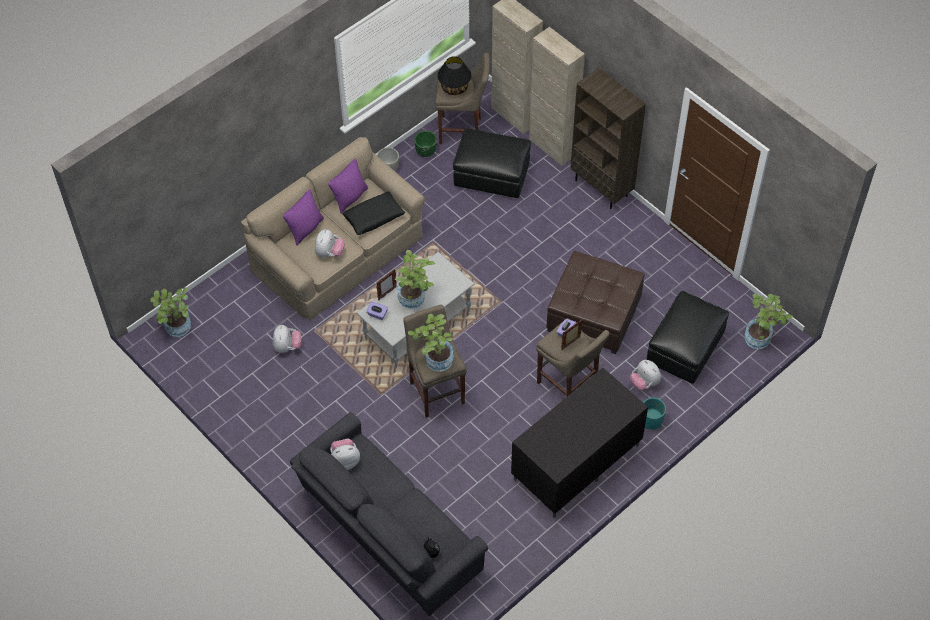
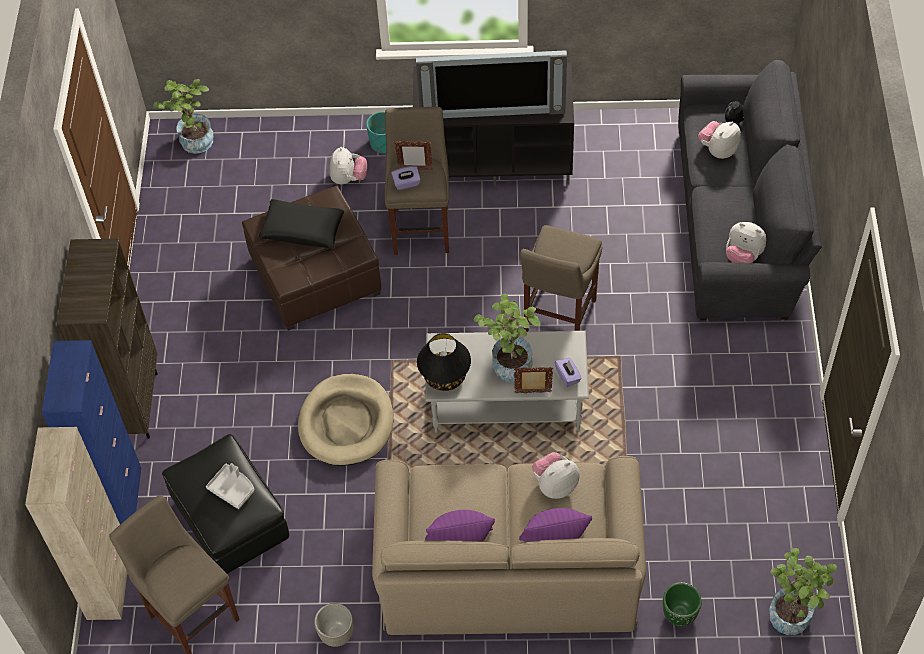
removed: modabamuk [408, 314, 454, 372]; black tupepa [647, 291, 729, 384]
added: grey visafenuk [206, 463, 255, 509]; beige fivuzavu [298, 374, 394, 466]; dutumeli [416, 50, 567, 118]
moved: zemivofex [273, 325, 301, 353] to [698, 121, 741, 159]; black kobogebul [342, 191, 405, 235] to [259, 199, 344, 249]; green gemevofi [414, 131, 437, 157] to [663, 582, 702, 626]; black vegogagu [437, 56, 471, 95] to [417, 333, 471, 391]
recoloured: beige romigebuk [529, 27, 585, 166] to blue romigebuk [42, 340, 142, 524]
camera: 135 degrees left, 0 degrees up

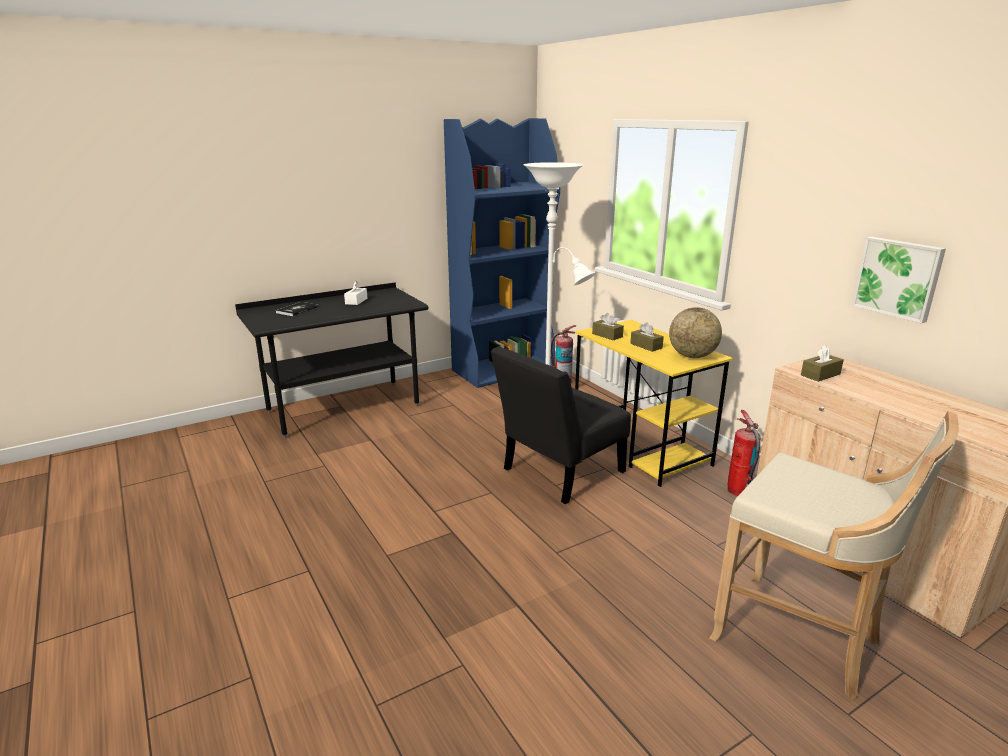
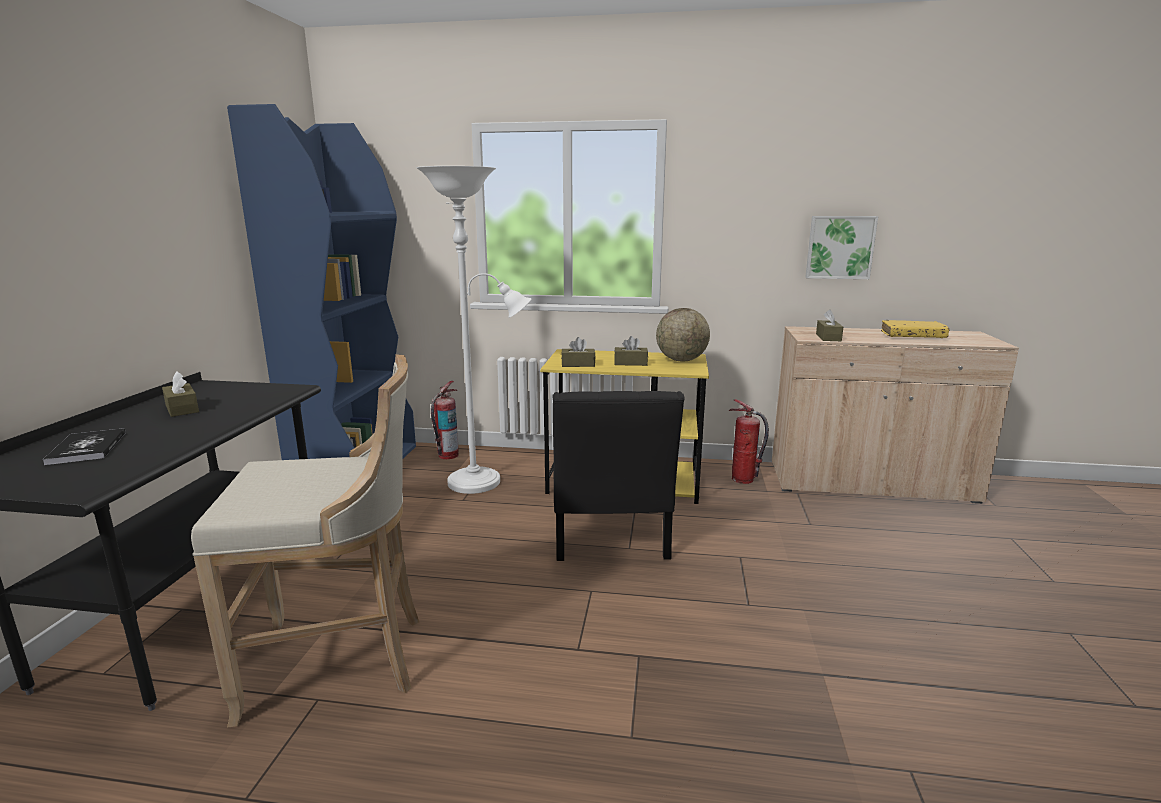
added: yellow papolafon [881, 320, 950, 338]
moved: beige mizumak [709, 411, 959, 700] to [191, 354, 419, 728]
recoloured: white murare [344, 281, 367, 305] to brown murare [162, 371, 199, 417]
camera: 50 degrees left, 5 degrees down

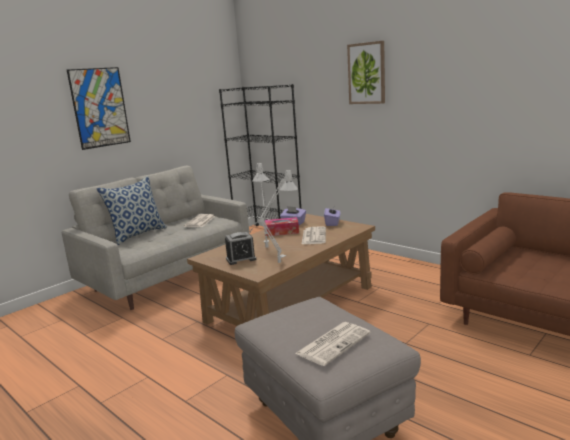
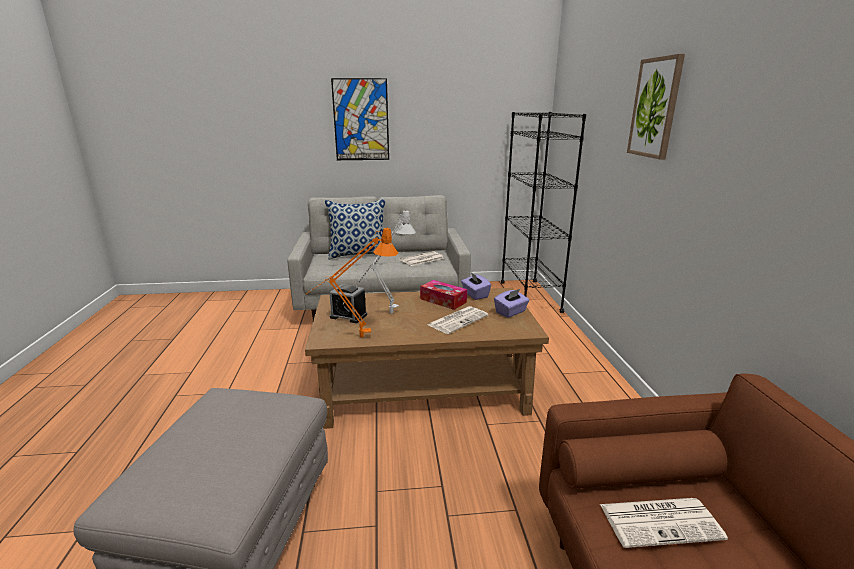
moved: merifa [295, 322, 371, 366] to [600, 498, 728, 548]
recoloured: grey vegogagu [247, 170, 298, 263] to orange vegogagu [306, 228, 398, 338]
camera: 40 degrees right, 5 degrees up

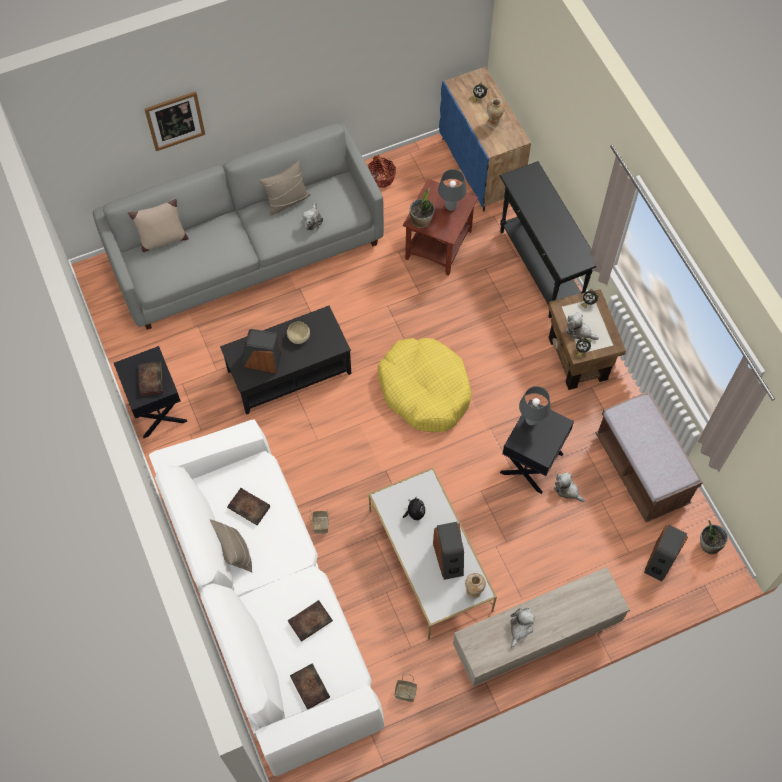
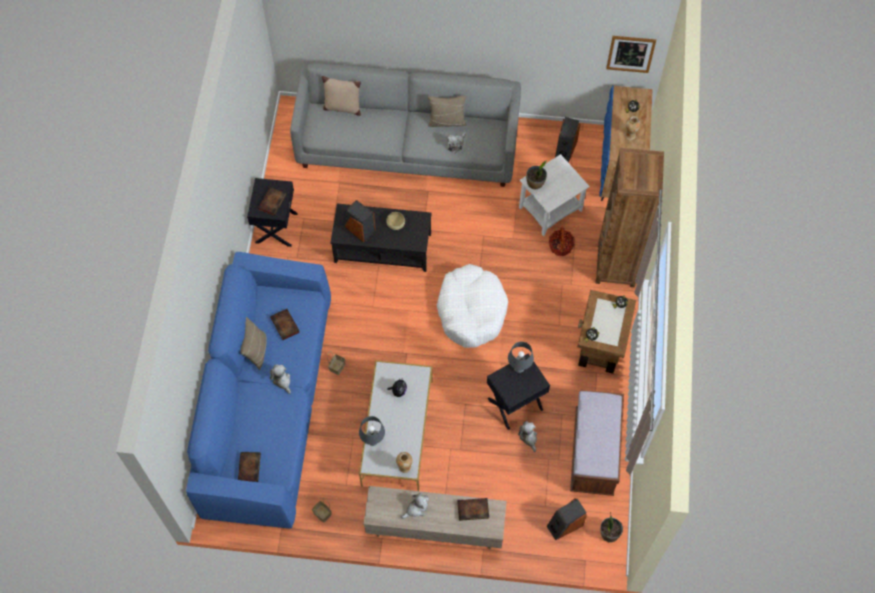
moved: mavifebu [145, 91, 205, 151] to [606, 36, 656, 73]; papolafon [288, 600, 333, 642] to [457, 498, 489, 521]; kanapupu [368, 155, 396, 188] to [549, 227, 575, 256]; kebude [433, 522, 464, 580] to [555, 117, 581, 163]; grey vegogagu [438, 169, 467, 211] to [359, 416, 385, 446]; zemivofex [566, 312, 599, 340] to [270, 364, 291, 394]
replaced: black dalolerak [500, 161, 596, 318] to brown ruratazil [595, 148, 664, 287]
recoloured: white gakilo [149, 419, 384, 776] to blue gakilo [186, 252, 331, 528]; yellow fivuzavu [378, 338, 472, 432] to white fivuzavu [437, 264, 508, 348]; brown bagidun [403, 179, 478, 276] to white bagidun [519, 154, 590, 236]
camera: 30 degrees right, 0 degrees up

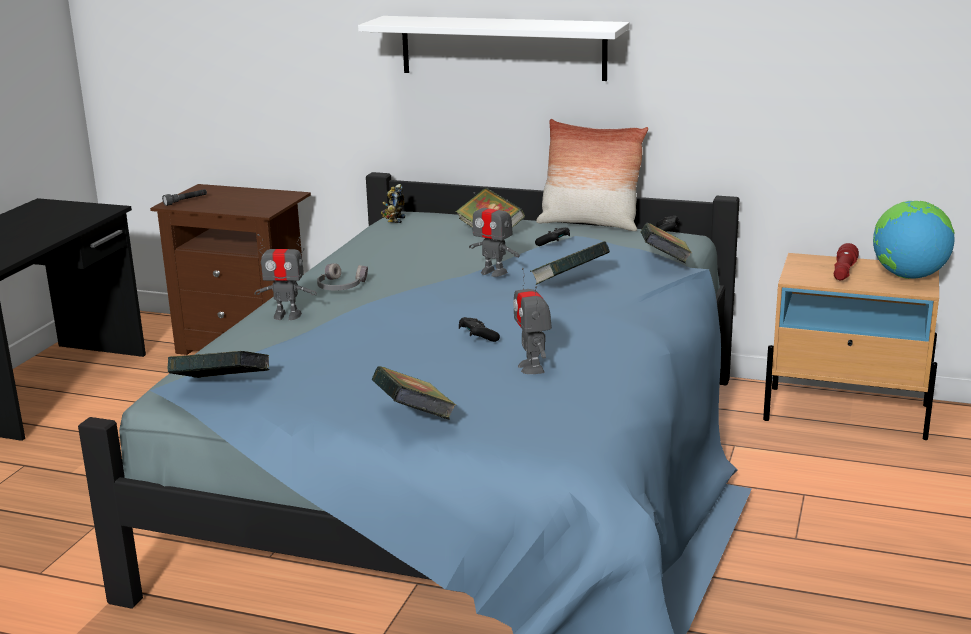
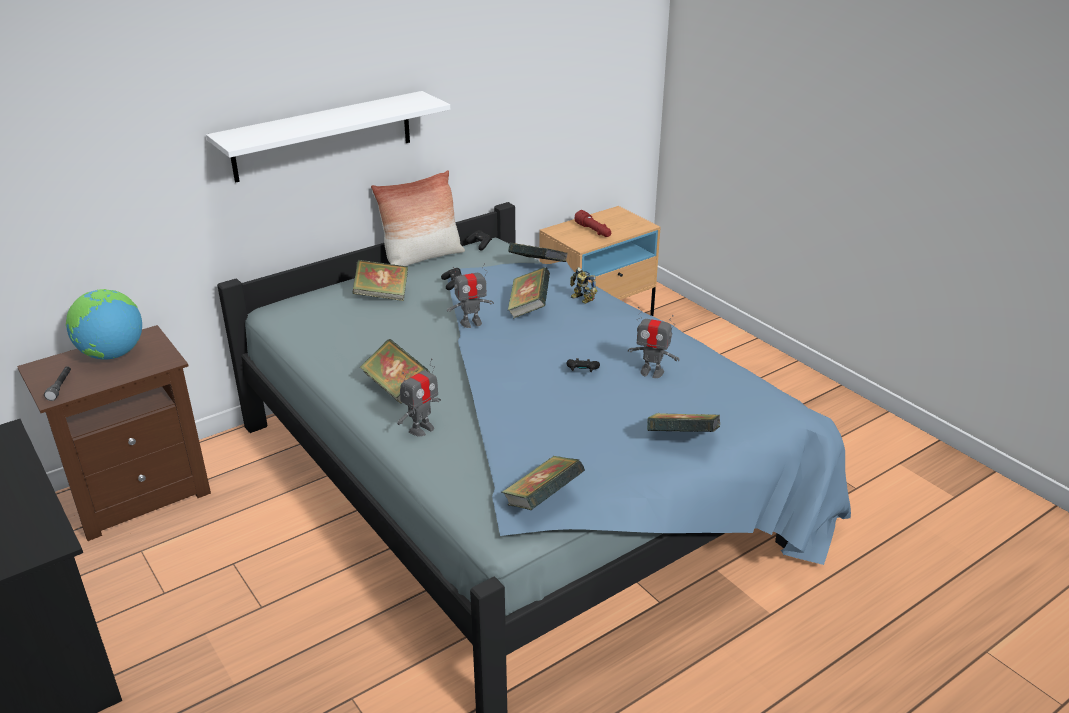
moved: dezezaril [381, 184, 405, 223] to [570, 267, 597, 304]; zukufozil [873, 201, 955, 279] to [66, 289, 142, 360]
replaced: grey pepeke [317, 263, 368, 291] to papolafon [359, 339, 429, 404]
camera: 55 degrees left, 10 degrees up

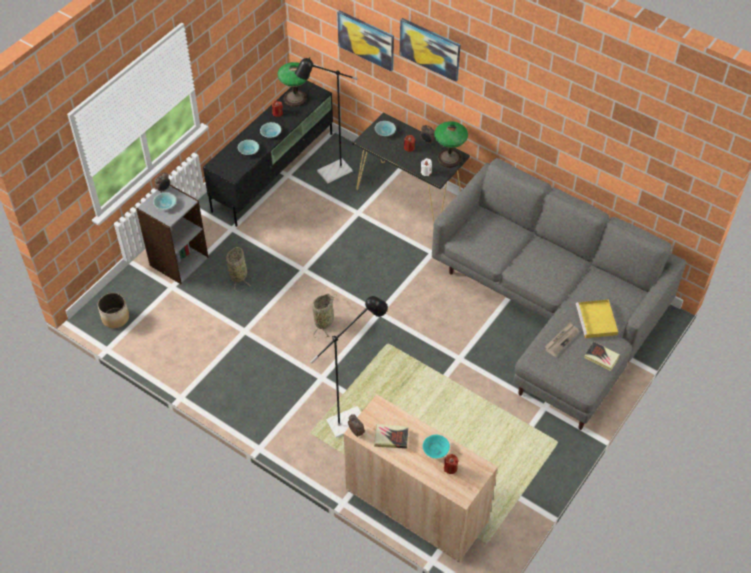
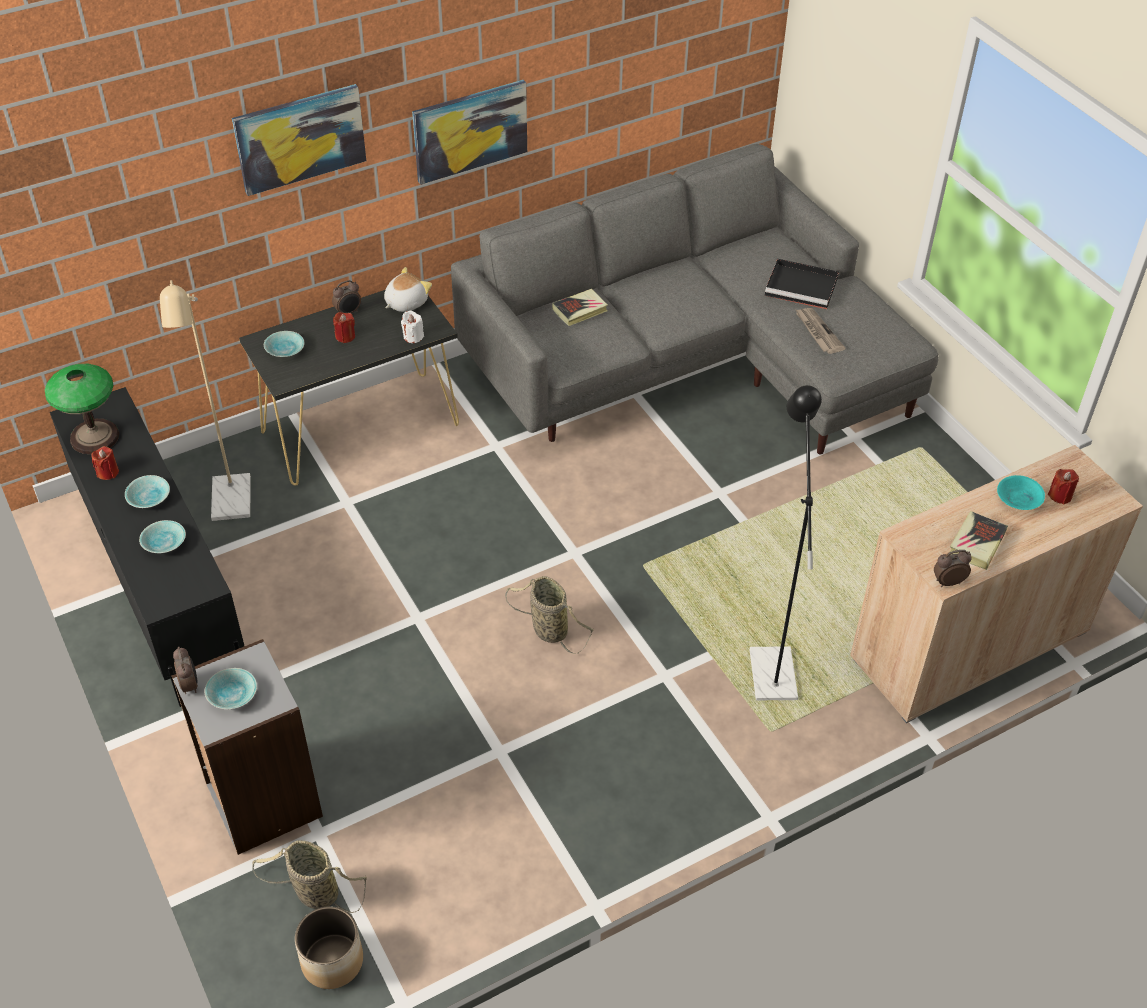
moved: kanapupu [226, 246, 251, 291] to [252, 840, 367, 913]; mavifebu [337, 10, 394, 72] to [412, 80, 527, 185]; papolafon [584, 341, 620, 371] to [552, 289, 608, 326]
replaced: vegogagu [434, 121, 468, 168] to zemivofex [384, 267, 432, 312]
recoloured: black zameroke [295, 57, 358, 183] to beige zameroke [160, 280, 251, 521]; yellow visafenuk [576, 299, 618, 338] to black visafenuk [765, 259, 839, 309]
camera: 65 degrees left, 5 degrees down

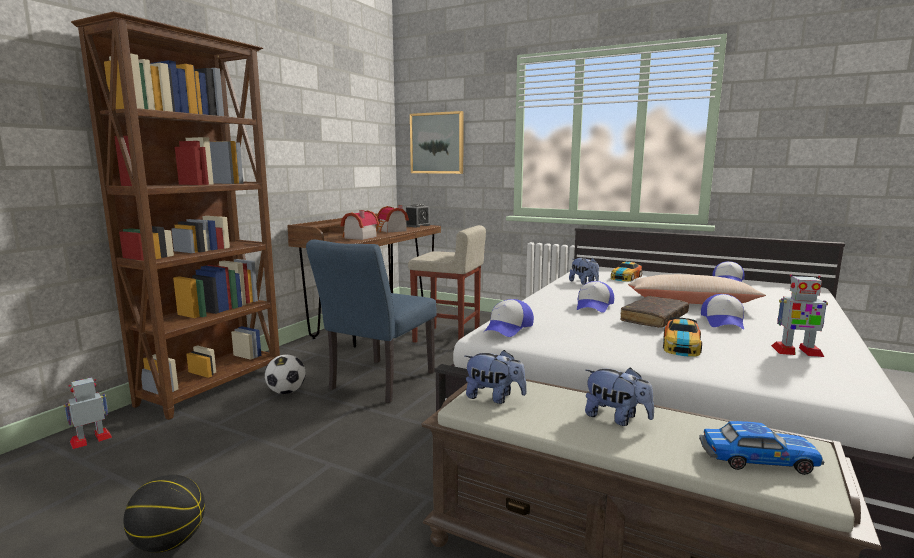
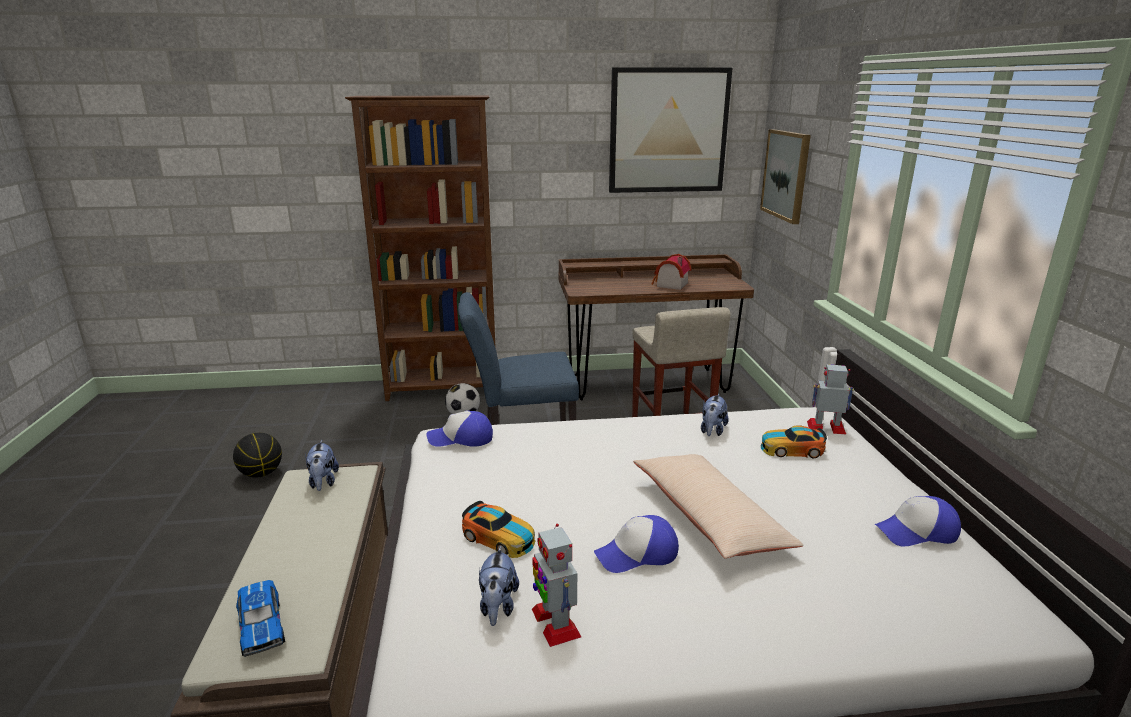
removed: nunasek [340, 210, 379, 240]; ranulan [406, 204, 430, 227]; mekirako [577, 281, 614, 313]; brown papolafon [620, 296, 689, 328]
added: mavifebu [609, 67, 732, 193]
moved: dezezaril [64, 377, 112, 449] to [807, 364, 854, 435]; zemivofex [585, 367, 654, 426] to [479, 546, 519, 626]
turned: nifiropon [663, 317, 702, 356] = [462, 501, 535, 558] 135 degrees counterclockwise
camera: 55 degrees right, 10 degrees up

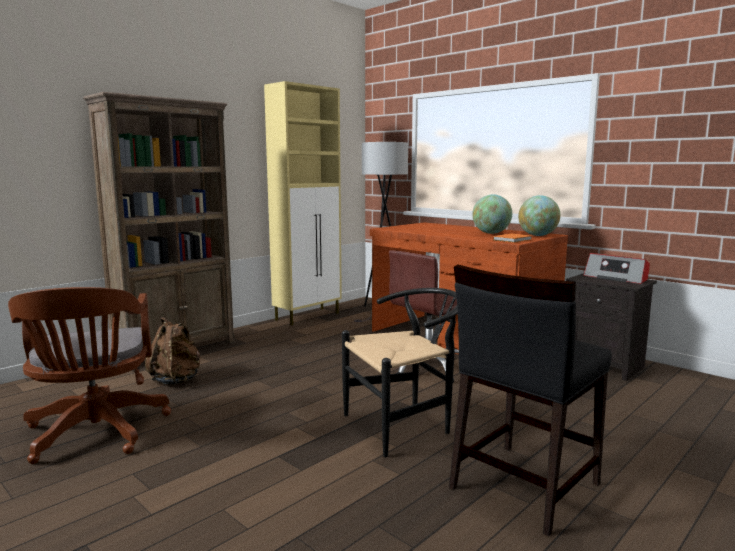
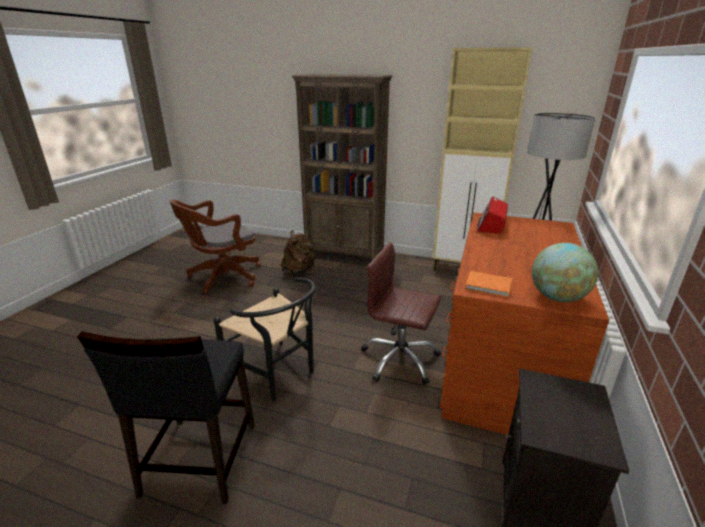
removed: zukufozil [472, 194, 512, 234]
moved: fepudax [584, 253, 650, 284] to [477, 196, 508, 234]
turned: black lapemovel [449, 265, 612, 536] = [77, 331, 255, 504] 105 degrees counterclockwise
camera: 65 degrees right, 15 degrees up

